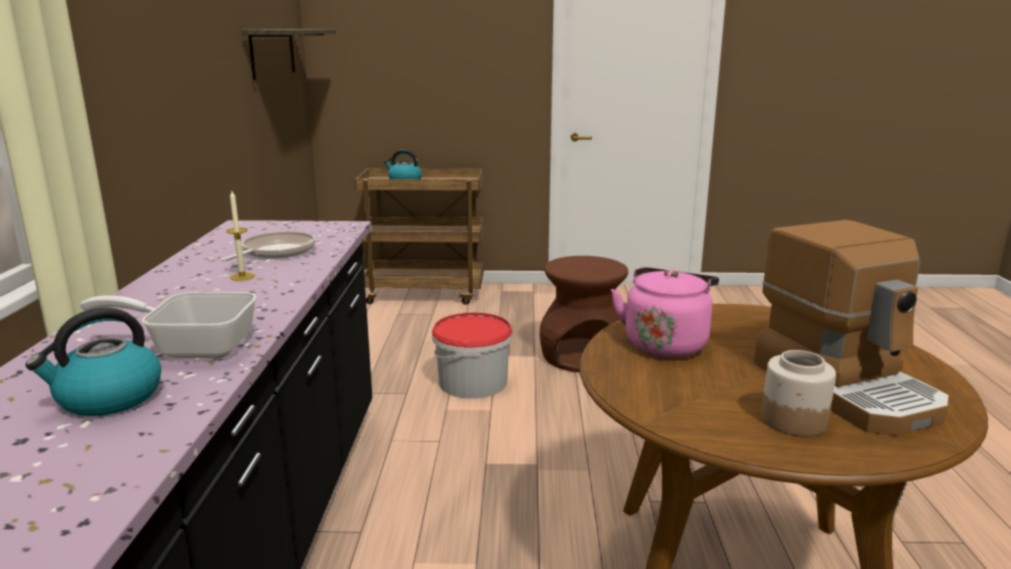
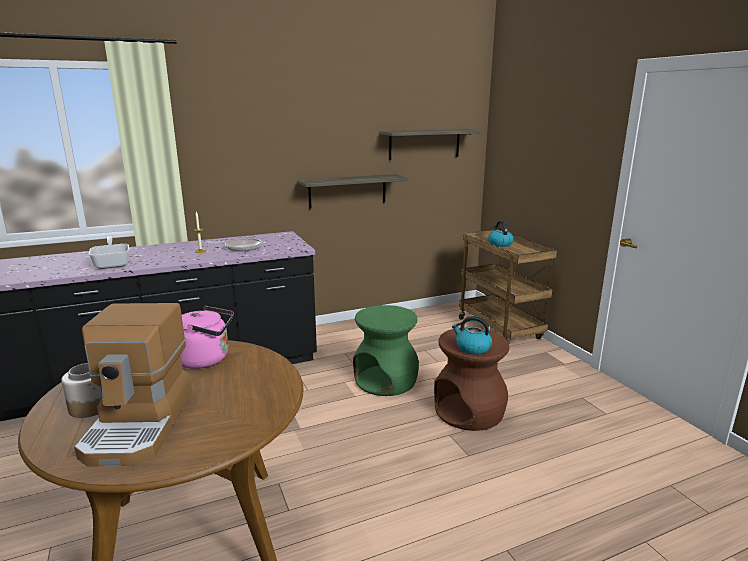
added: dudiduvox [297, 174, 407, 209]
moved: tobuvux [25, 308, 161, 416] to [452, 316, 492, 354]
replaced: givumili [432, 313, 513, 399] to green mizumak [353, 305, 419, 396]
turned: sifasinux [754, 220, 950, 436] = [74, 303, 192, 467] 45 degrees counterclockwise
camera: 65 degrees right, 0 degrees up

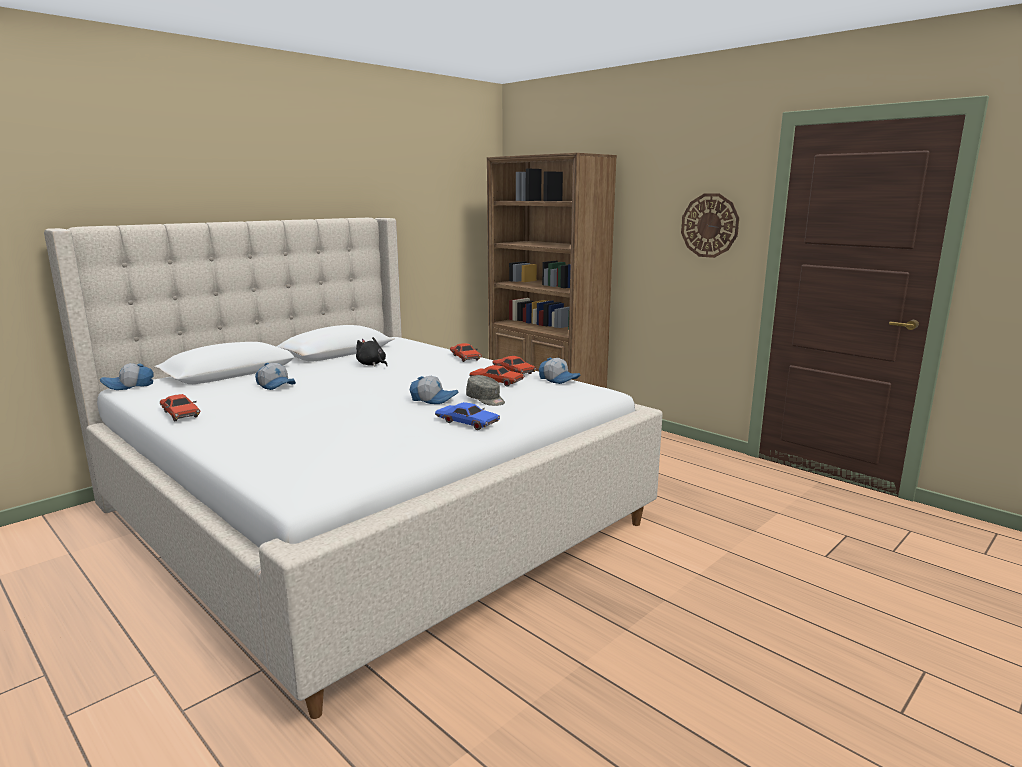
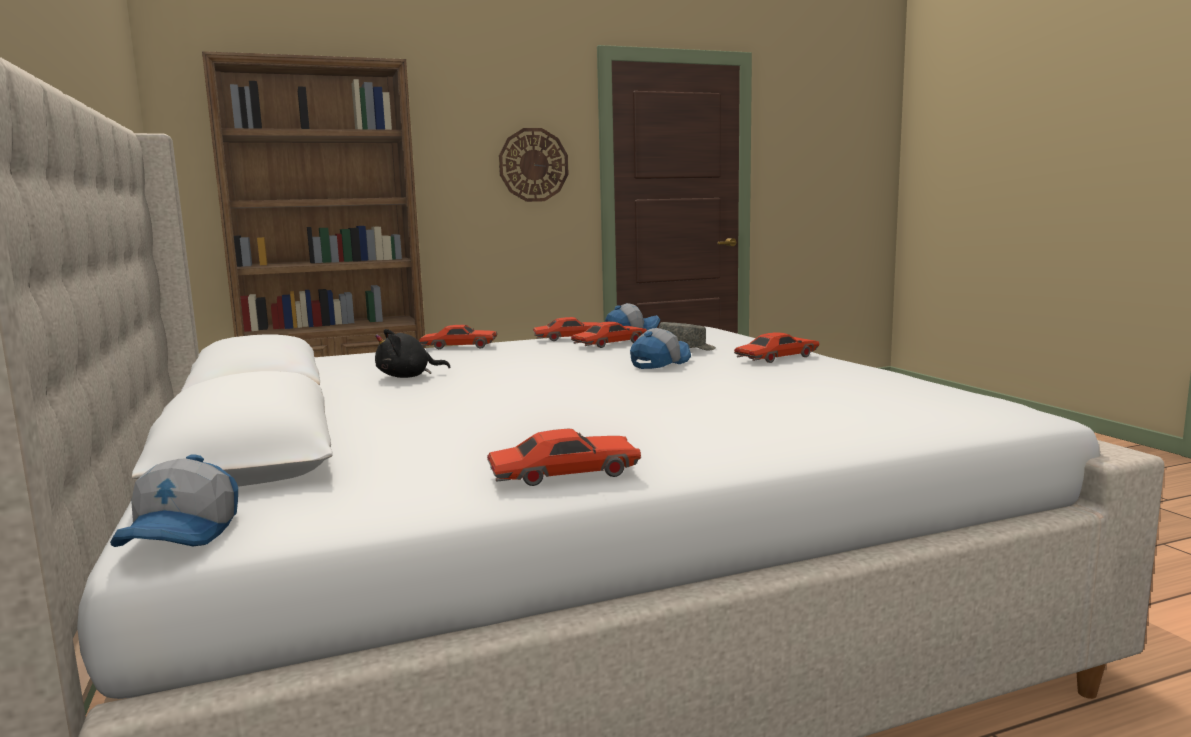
removed: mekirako [255, 363, 296, 390]
recoloured: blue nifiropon [435, 402, 500, 430] to red nifiropon [734, 332, 819, 363]
camera: 65 degrees left, 5 degrees down

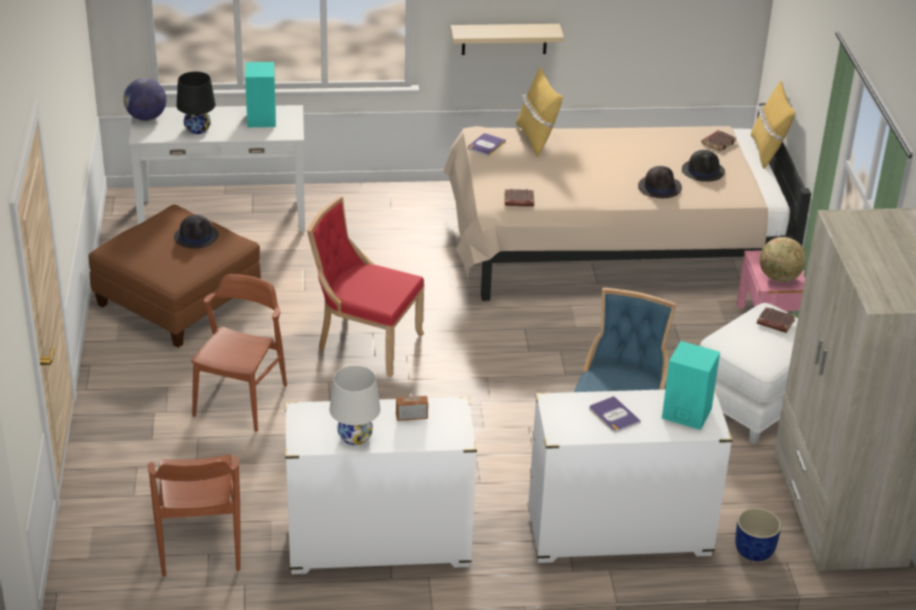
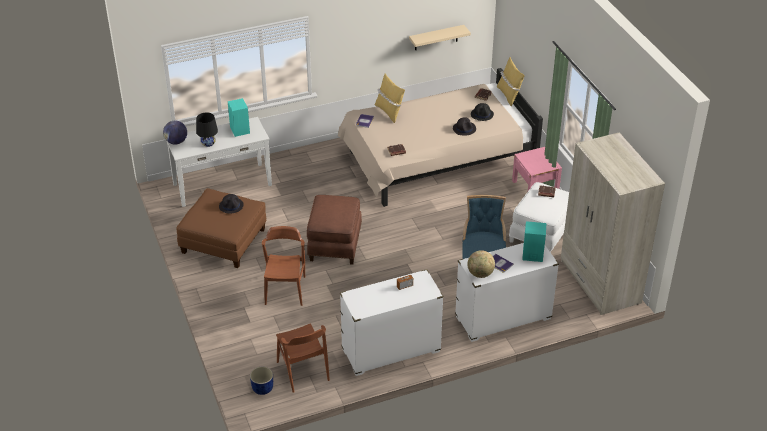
removed: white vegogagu [329, 365, 380, 445]
moved: beige dudiduvox [450, 24, 564, 55] to [409, 25, 471, 50]; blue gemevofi [735, 508, 781, 561] to [250, 367, 273, 395]; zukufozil [760, 237, 806, 282] to [467, 250, 495, 278]
replaced: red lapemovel [307, 197, 424, 377] to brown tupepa [307, 195, 362, 265]
camera: 15 degrees left, 5 degrees up

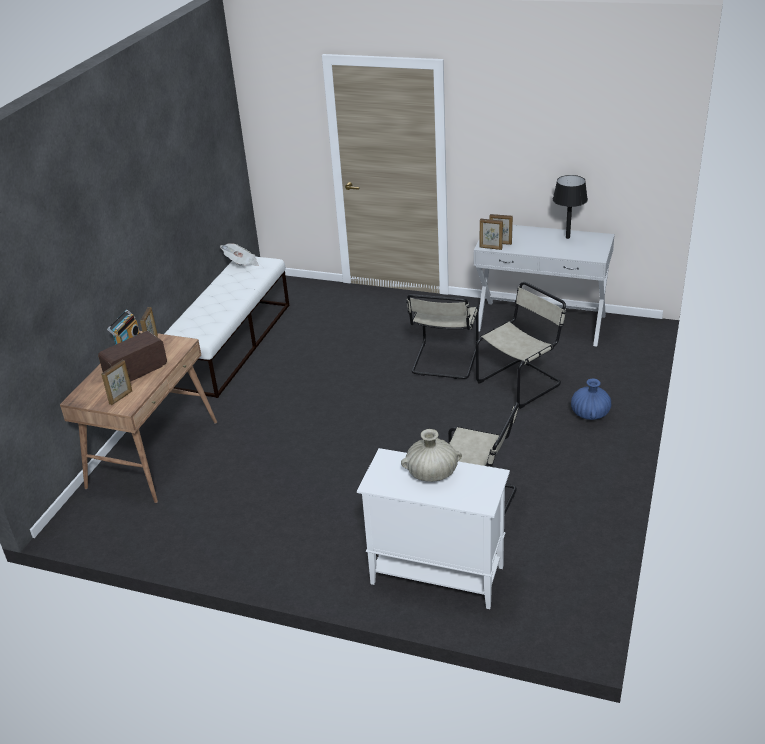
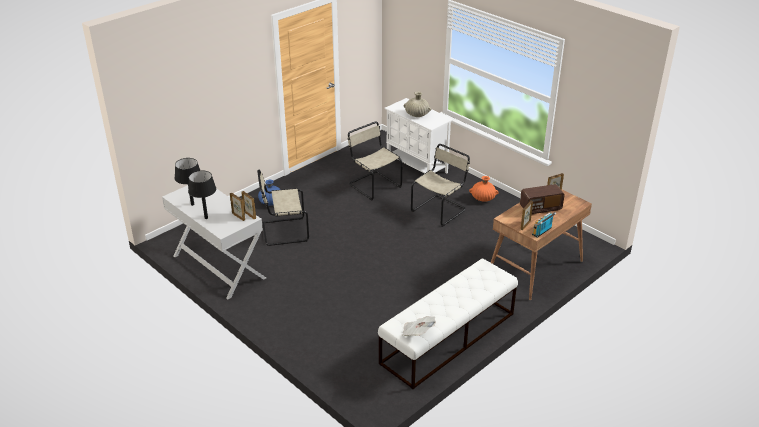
added: black vegogagu [188, 170, 216, 219]; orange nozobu [469, 176, 499, 202]
moved: beige lapemovel [406, 294, 479, 379] to [411, 144, 470, 227]
camera: 155 degrees left, 0 degrees up

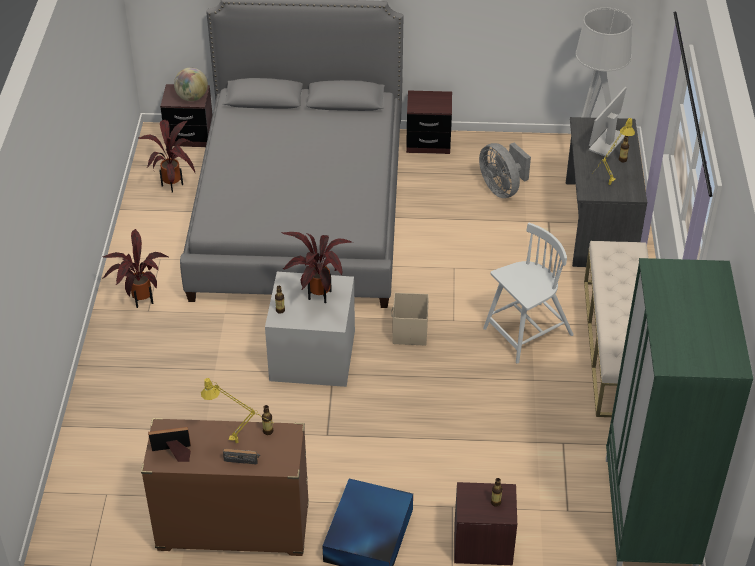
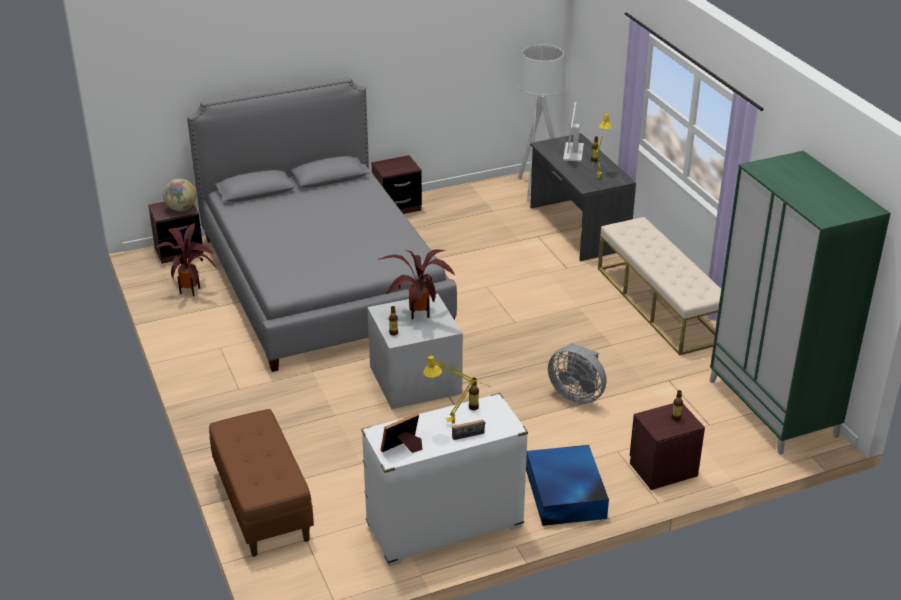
removed: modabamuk [102, 229, 170, 308]; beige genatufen [391, 293, 429, 346]; white lapemovel [483, 223, 573, 364]
added: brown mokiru [209, 409, 314, 557]
moved: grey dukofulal [479, 143, 531, 198] to [548, 343, 607, 404]
recoloured: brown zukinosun [141, 418, 309, 556] to white zukinosun [361, 393, 528, 566]
camera: 25 degrees left, 10 degrees down

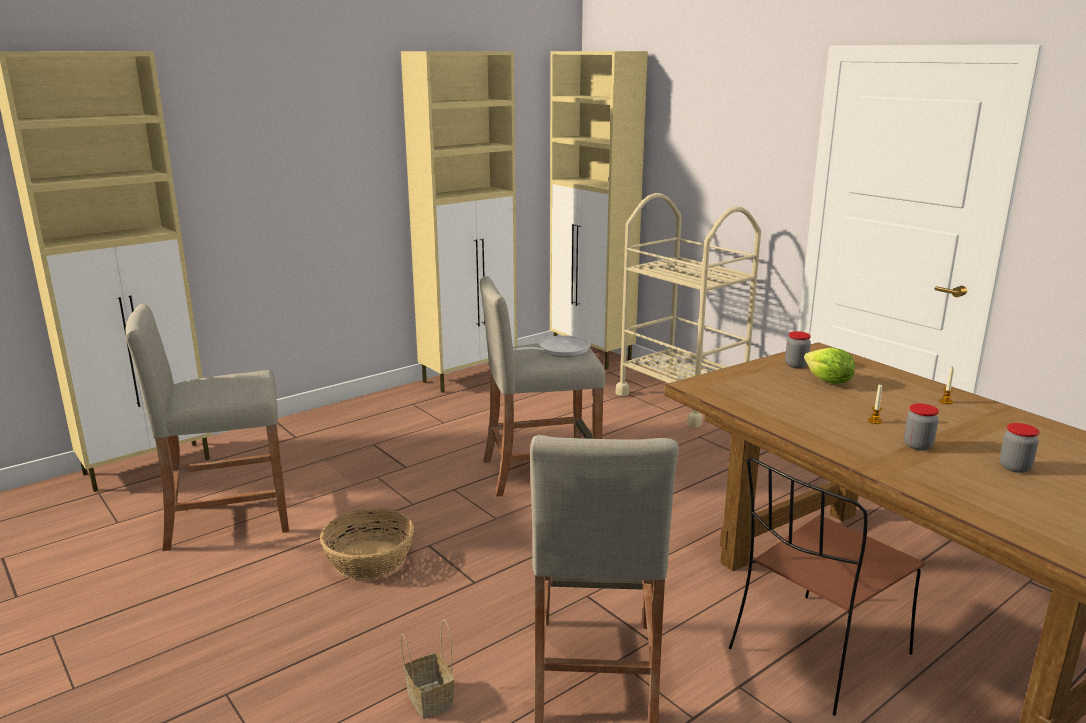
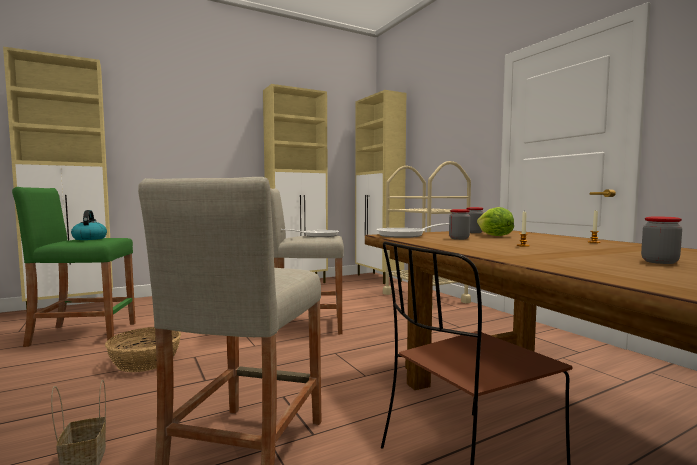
added: tobuvux [71, 210, 107, 240]; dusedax [377, 223, 449, 238]
moved: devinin [904, 403, 939, 451] to [449, 209, 470, 240]
recoloured: beige mizumak [126, 304, 289, 551] to green mizumak [12, 187, 135, 347]
camera: 10 degrees right, 15 degrees down

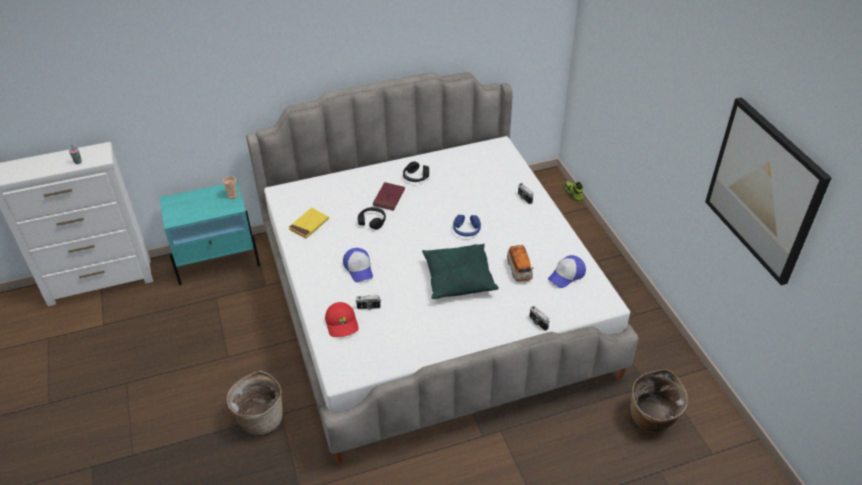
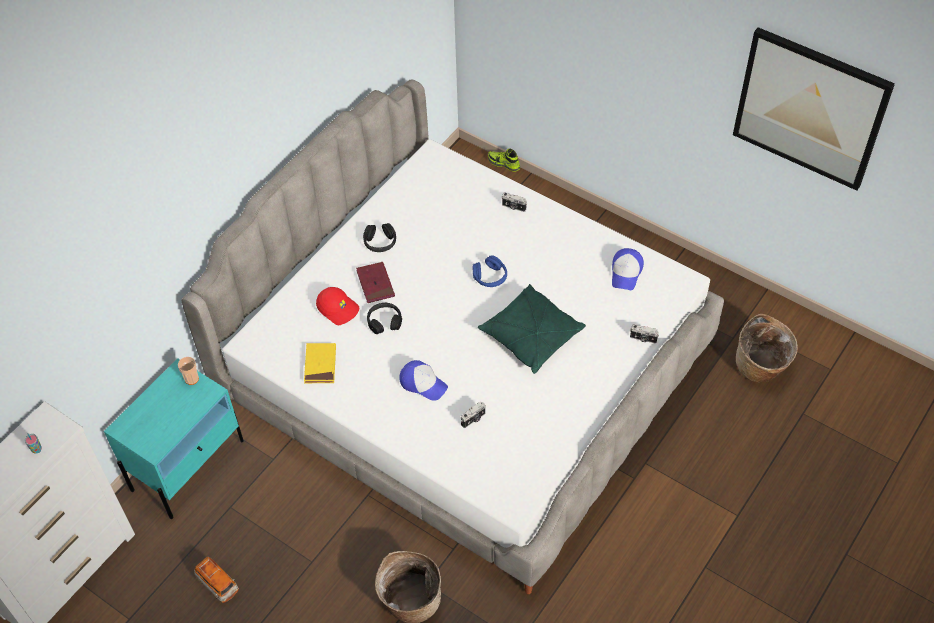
moved: red mekirako [325, 302, 359, 337] to [316, 287, 359, 325]; nifiropon [507, 245, 534, 281] to [194, 557, 239, 603]
camera: 35 degrees left, 10 degrees up

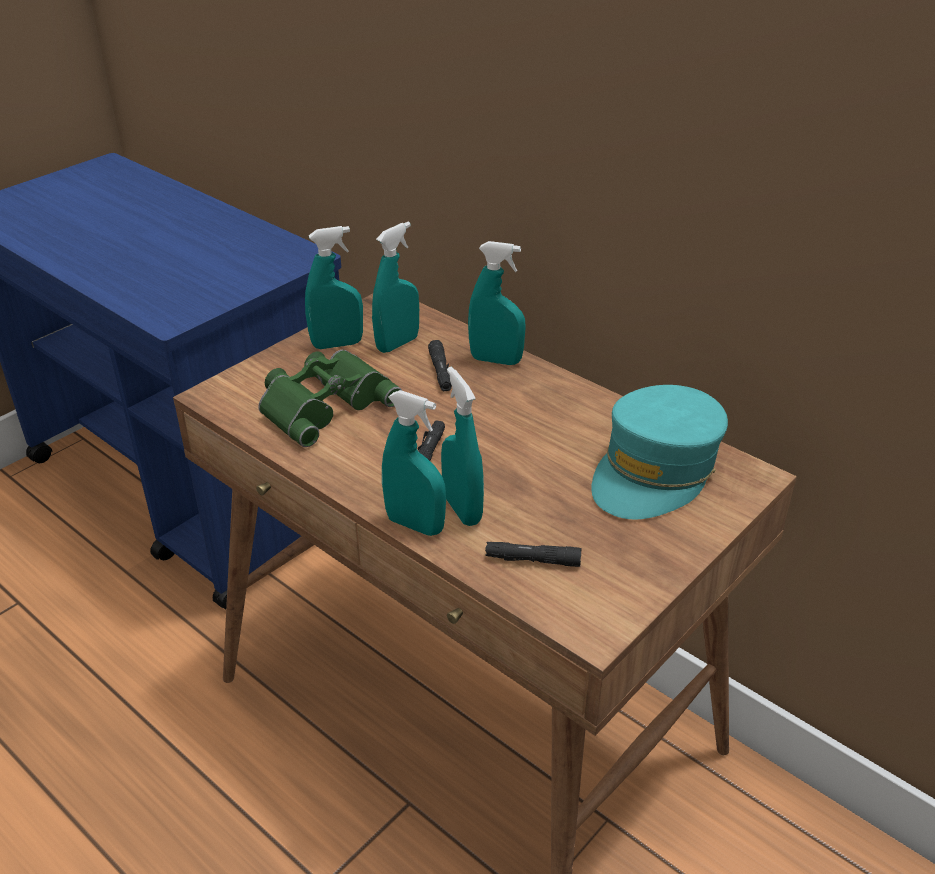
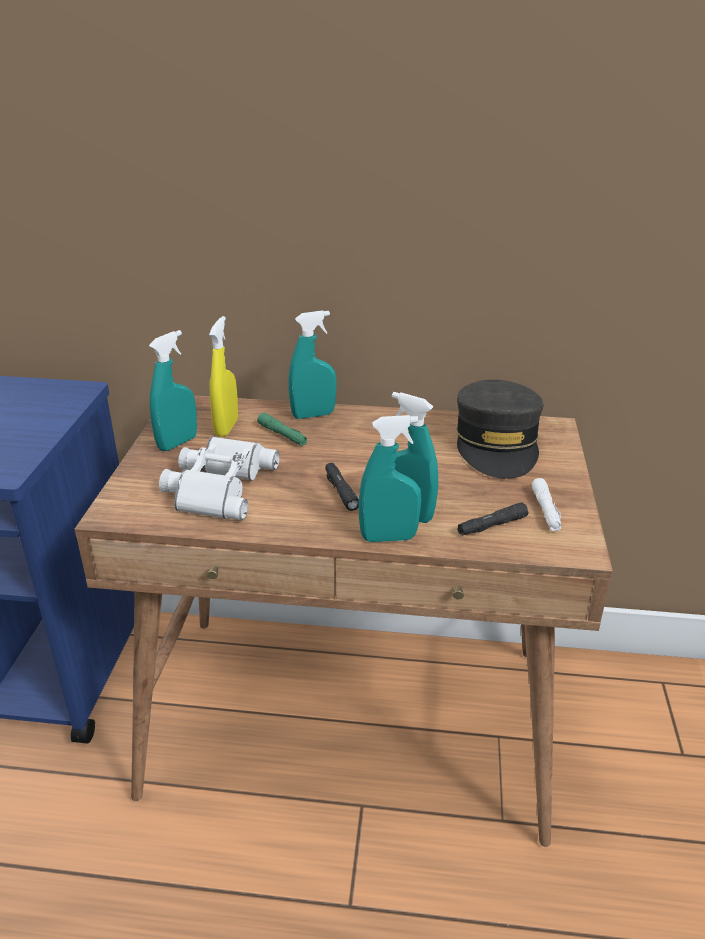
added: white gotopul [532, 478, 562, 531]
recoloured: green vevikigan [258, 350, 402, 447] to white vevikigan [159, 436, 280, 520]; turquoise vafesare [372, 222, 419, 353] to yellow vafesare [209, 316, 238, 437]; black gotopul [428, 340, 452, 391] to green gotopul [257, 413, 307, 446]; turquoise mekirako [592, 385, 728, 519] to grey mekirako [456, 380, 544, 479]
camera: 35 degrees left, 5 degrees down

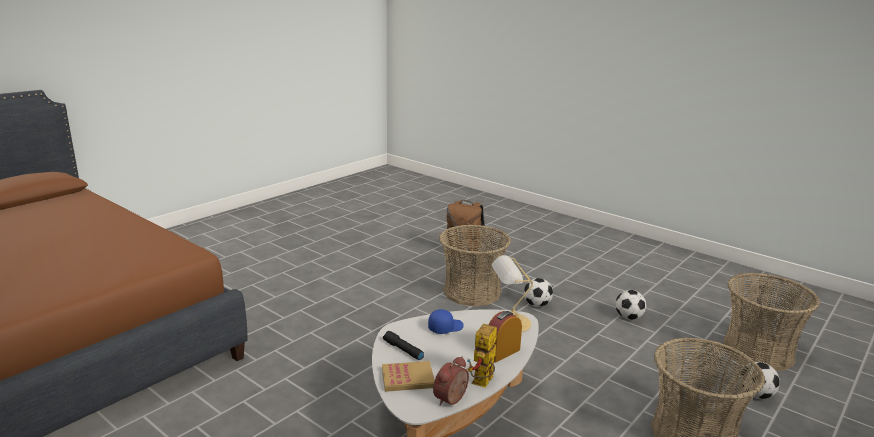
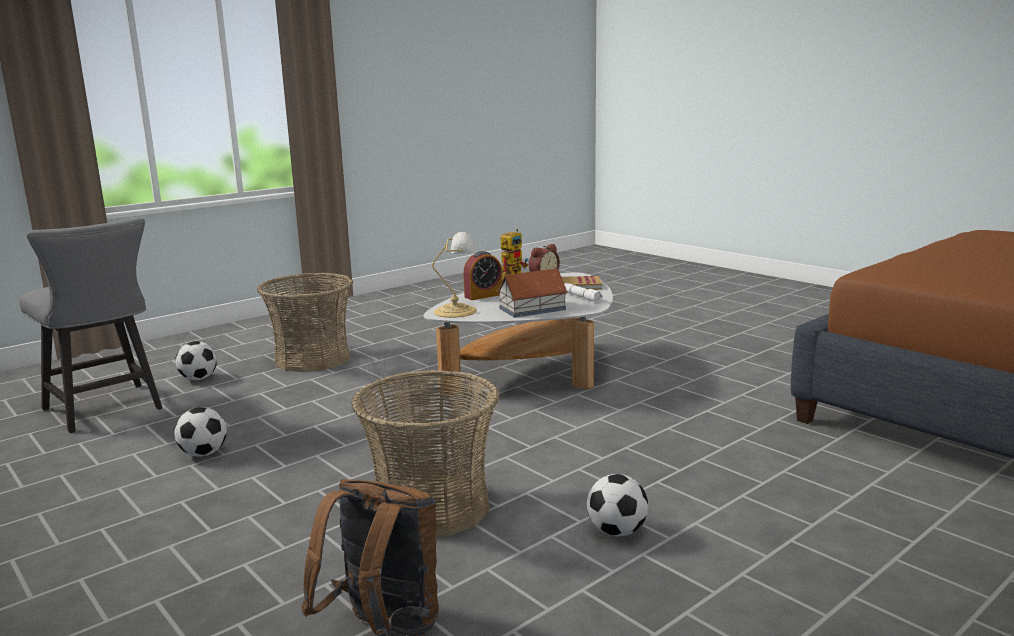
moved: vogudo [524, 278, 553, 307] to [587, 474, 648, 537]
replaced: blue mekirako [428, 309, 464, 334] to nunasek [497, 269, 568, 318]; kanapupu [724, 273, 820, 371] to grey lapemovel [19, 217, 162, 433]
recoloured: black gotopul [383, 331, 424, 360] to white gotopul [564, 283, 603, 302]
camera: 170 degrees left, 5 degrees down

